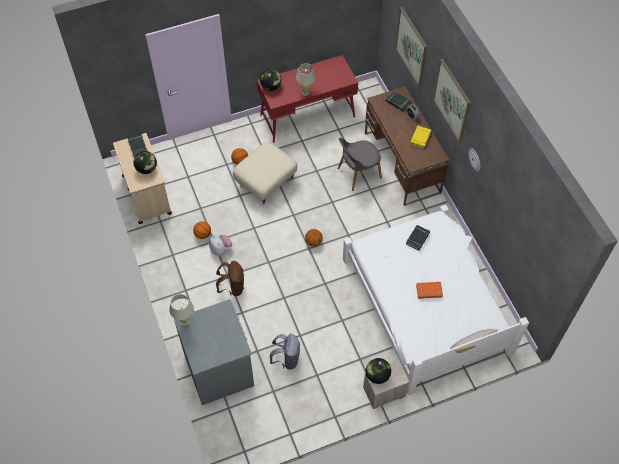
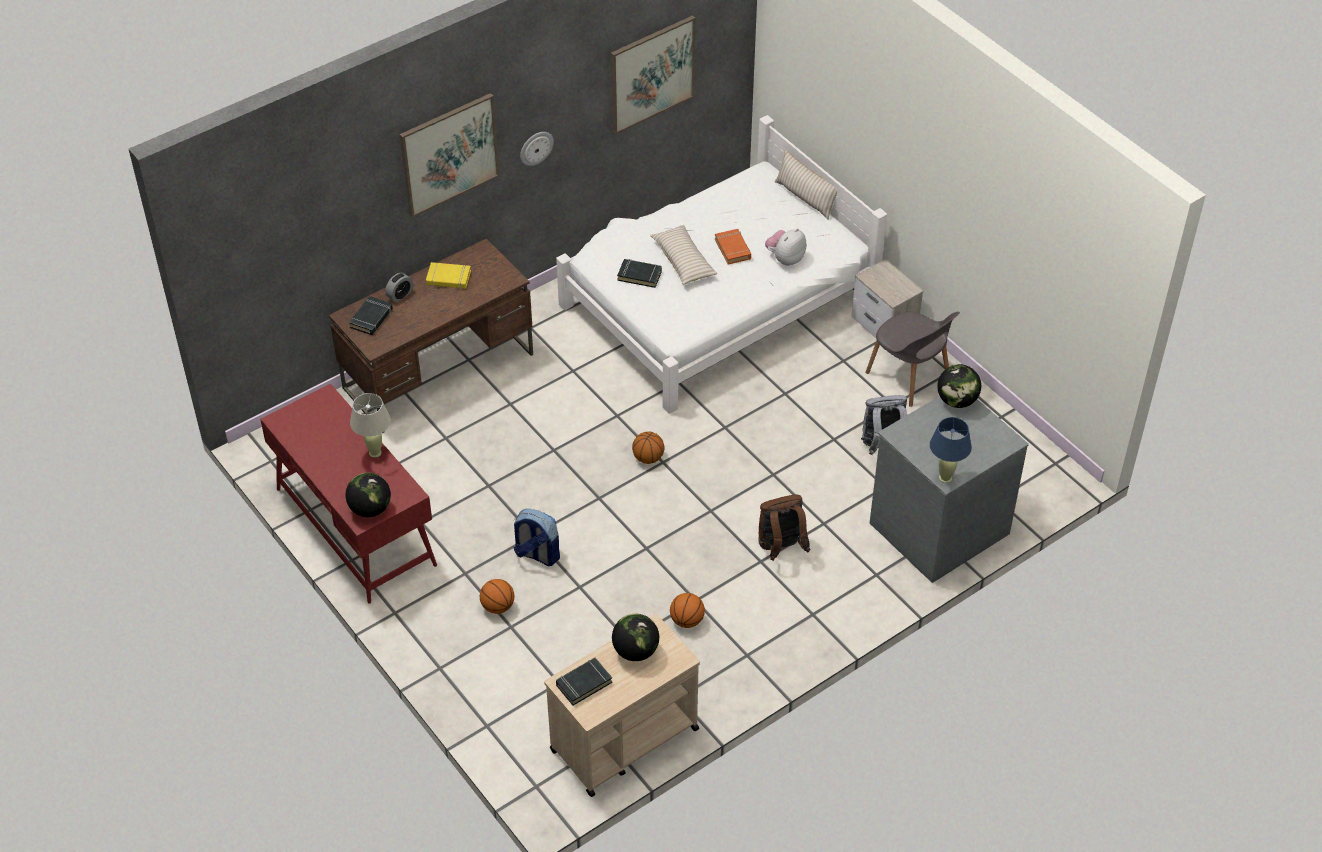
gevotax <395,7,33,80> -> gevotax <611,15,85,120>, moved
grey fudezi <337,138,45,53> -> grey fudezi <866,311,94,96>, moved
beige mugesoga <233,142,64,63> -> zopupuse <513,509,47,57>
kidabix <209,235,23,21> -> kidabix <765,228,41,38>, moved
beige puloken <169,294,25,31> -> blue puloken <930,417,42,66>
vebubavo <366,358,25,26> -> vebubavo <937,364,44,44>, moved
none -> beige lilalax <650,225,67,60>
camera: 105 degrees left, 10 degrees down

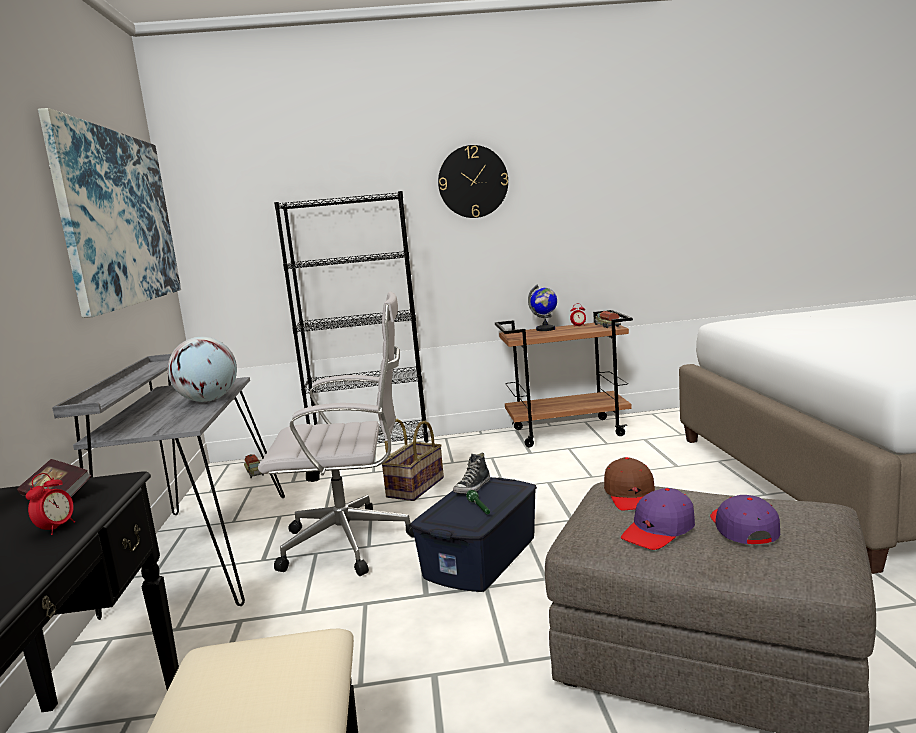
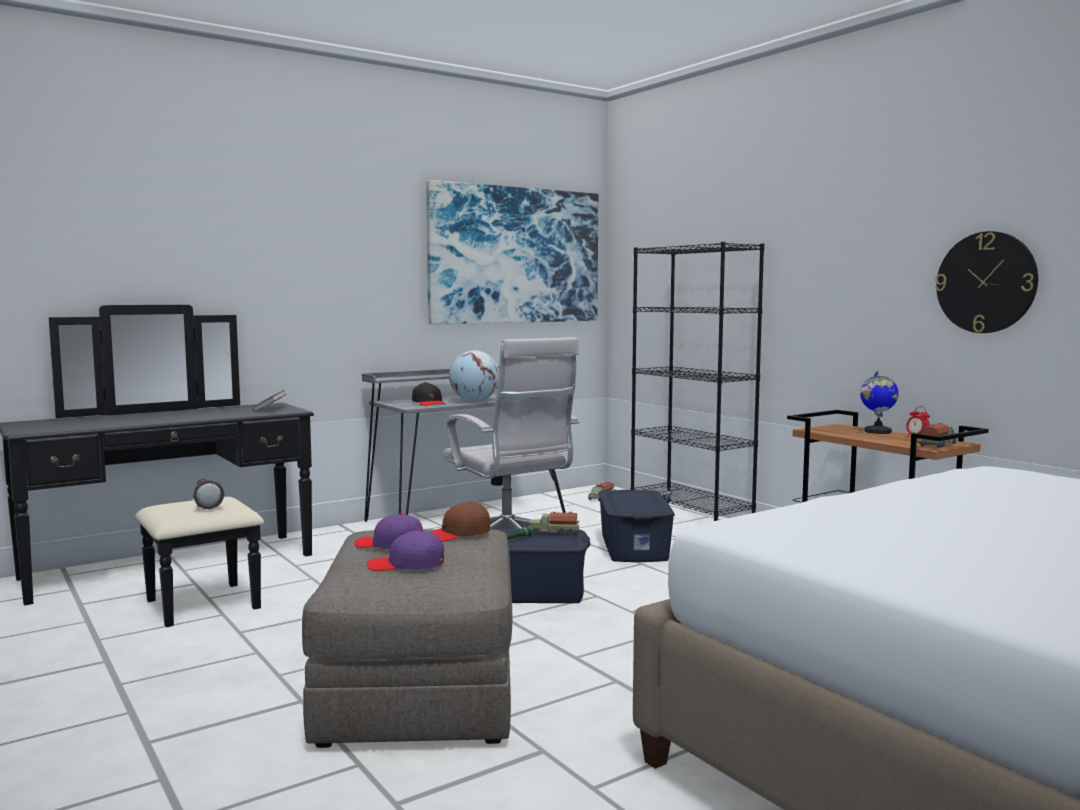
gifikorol <438,145,70,73> -> gifikorol <935,231,103,102>, moved
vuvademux <381,419,63,82> -> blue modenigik <599,490,76,72>
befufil <453,453,37,41> -> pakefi <530,512,49,23>
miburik <26,473,49,62> -> none
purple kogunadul <710,495,70,49> -> purple kogunadul <367,530,77,41>, 150 degrees counterclockwise
none -> black kogunadul <412,382,33,24>
none -> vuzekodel <193,479,32,30>
camera: 60 degrees right, 5 degrees down

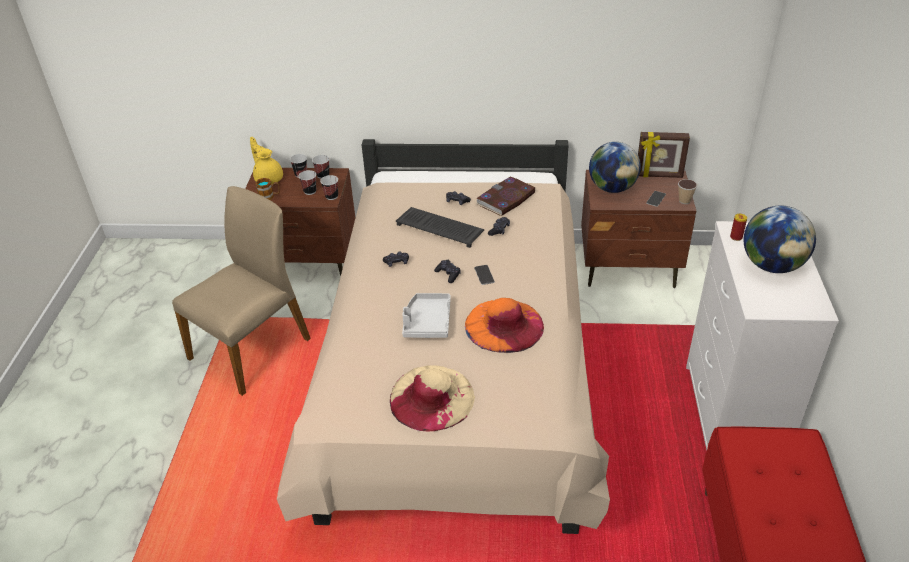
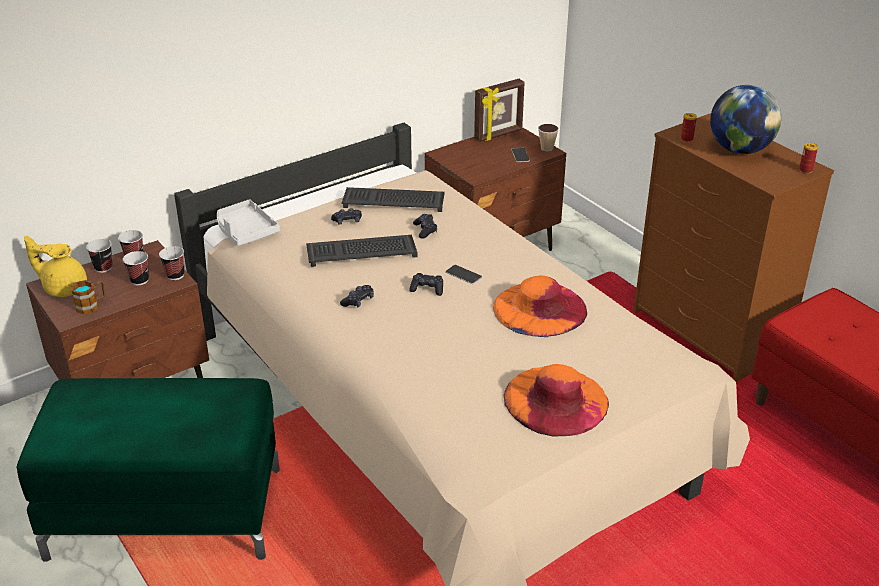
vebubavo <589,142,52,51> -> none
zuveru <476,176,60,40> -> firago <341,187,104,25>
beige fudezi <172,186,139,210> -> green mugesoga <17,378,263,184>
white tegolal <686,221,153,229> -> brown tegolal <633,113,201,269>
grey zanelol <402,293,49,45> -> grey zanelol <217,199,63,47>, moved
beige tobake <390,365,85,67> -> orange tobake <504,364,105,72>
none -> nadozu <799,143,19,30>
camera: 40 degrees left, 5 degrees down

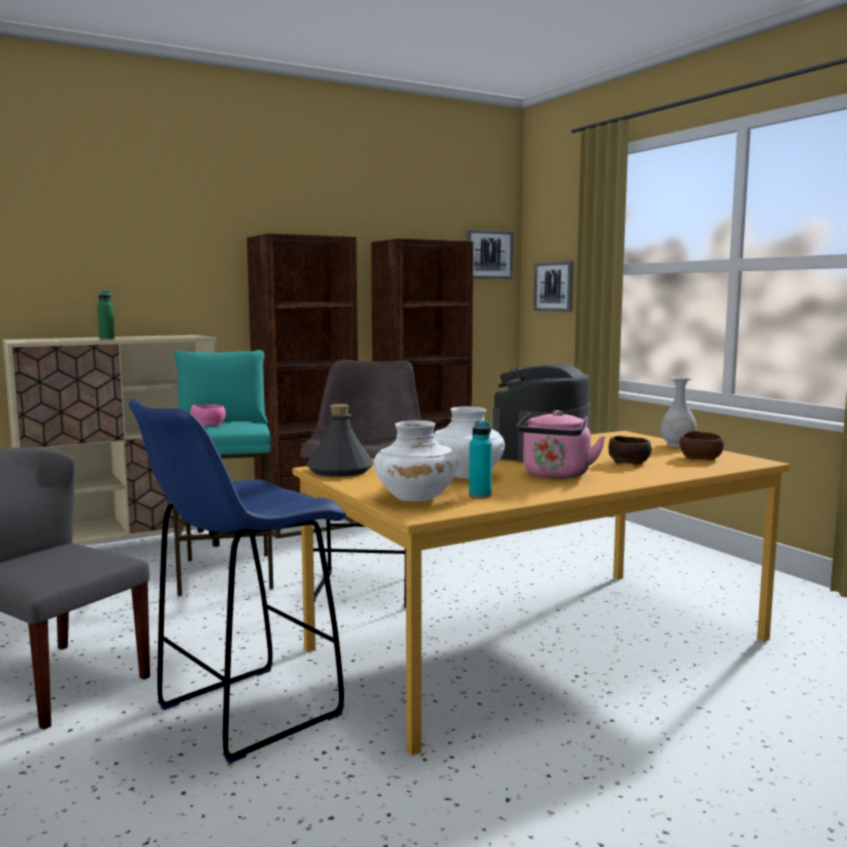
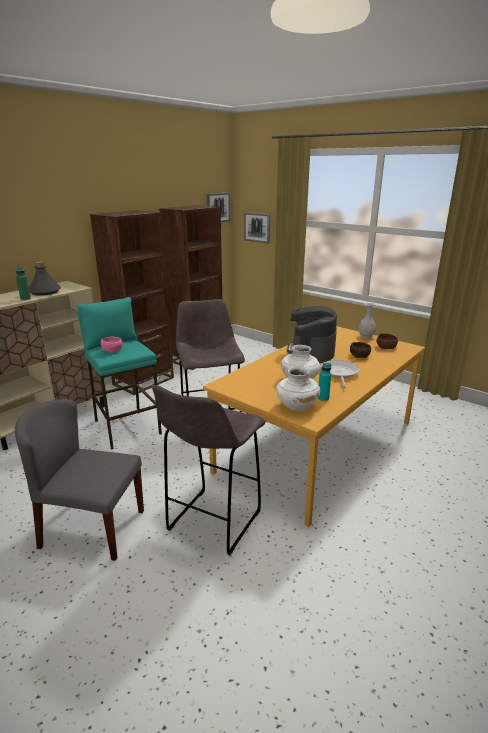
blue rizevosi <129,399,217,365> -> grey rizevosi <152,385,114,170>
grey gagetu <306,404,68,73> -> grey gagetu <29,261,32,35>, moved
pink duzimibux <517,410,89,69> -> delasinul <320,360,40,28>
camera: 20 degrees left, 15 degrees up

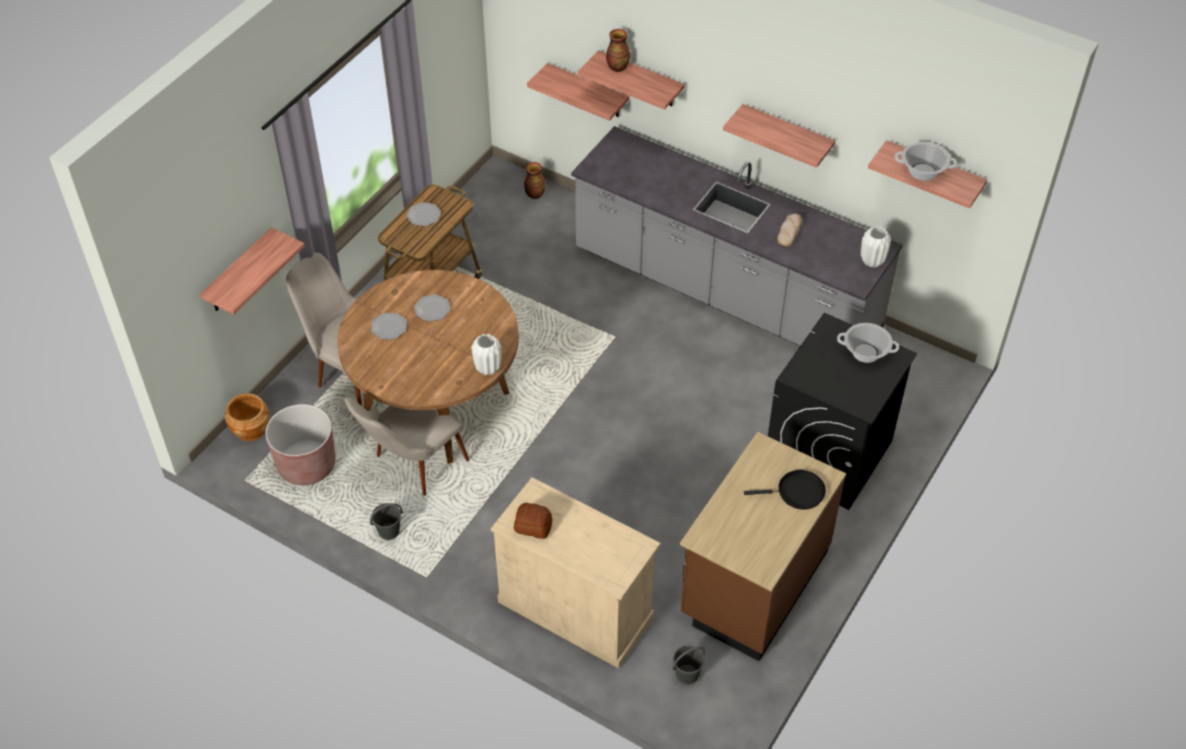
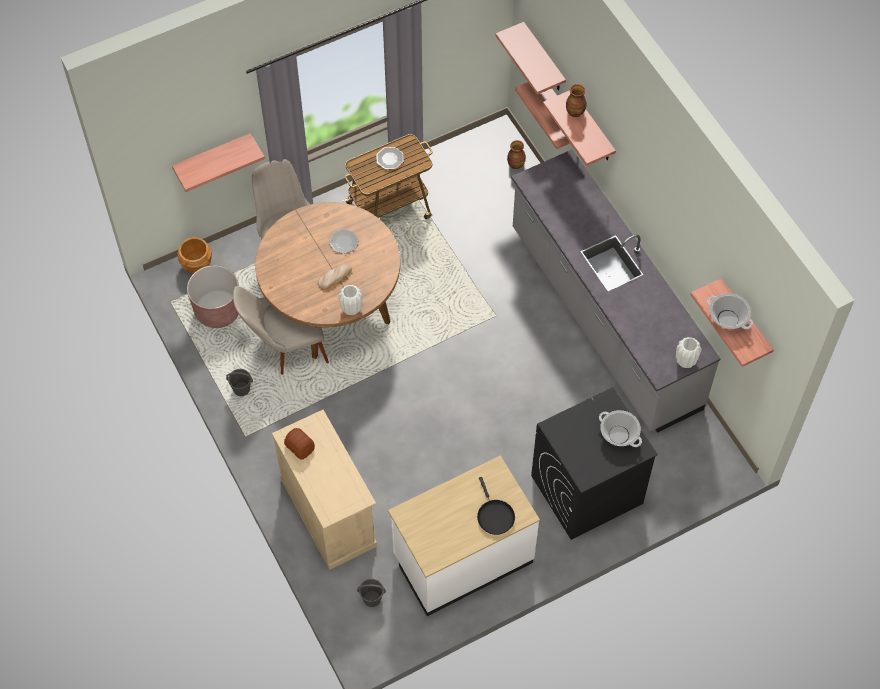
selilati <723,104,113,64> -> selilati <495,22,71,73>, moved
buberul <777,213,25,33> -> buberul <318,264,34,26>, moved
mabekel <371,313,36,27> -> none
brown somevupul <680,432,166,229> -> white somevupul <388,455,152,161>
black delasinul <744,470,82,39> -> black delasinul <477,477,38,58>, 45 degrees clockwise
camera: 30 degrees right, 10 degrees up

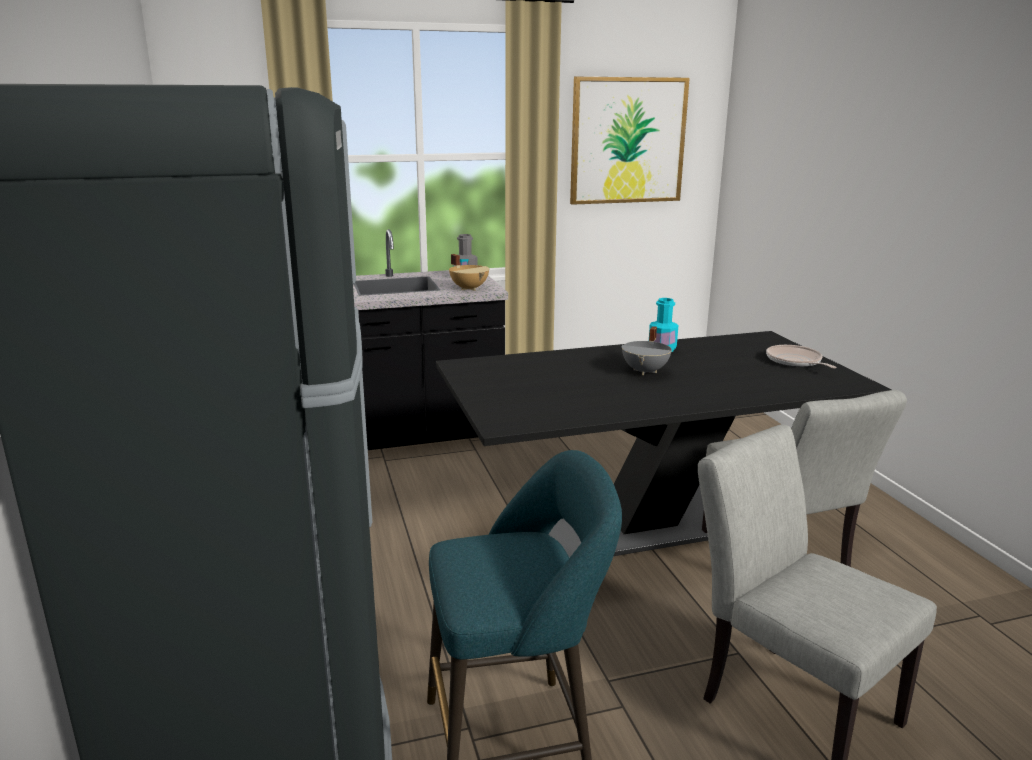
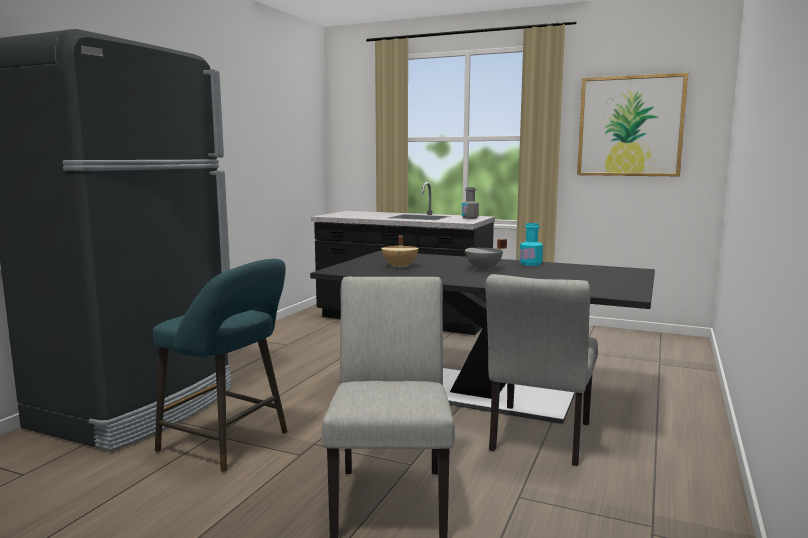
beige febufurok <449,254,40,37> -> beige febufurok <381,236,38,32>, moved
delasinul <766,345,71,23> -> none
camera: 40 degrees right, 10 degrees down

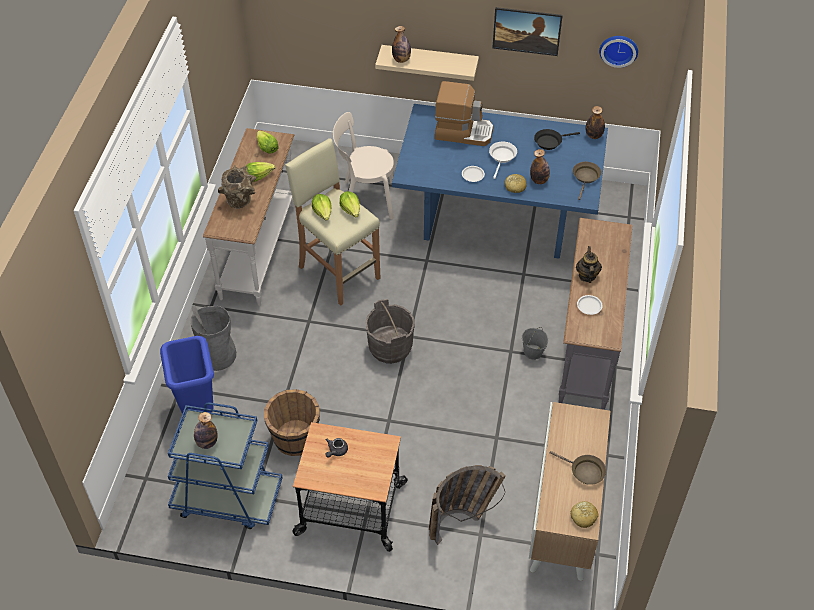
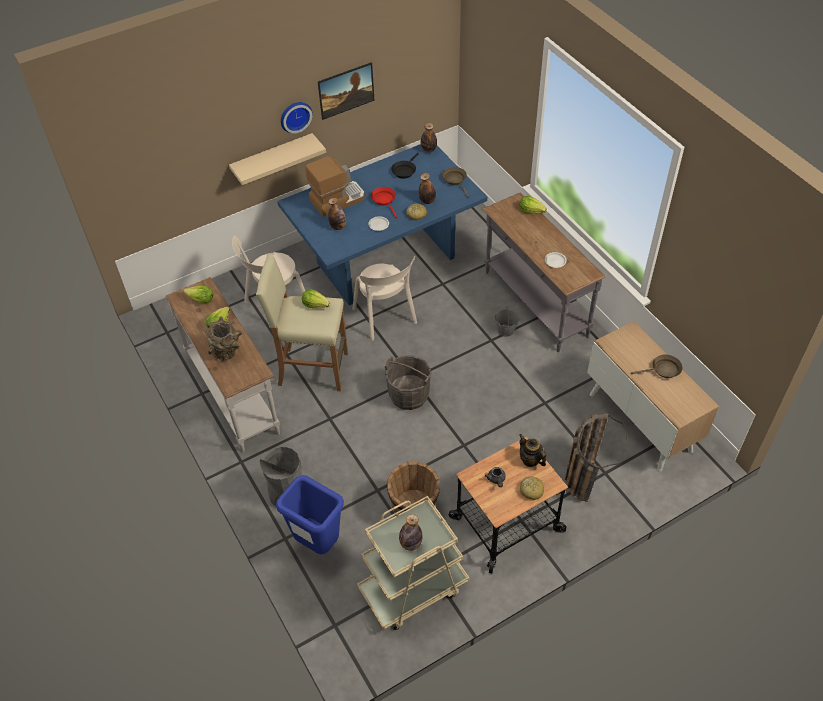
gagetu <392,26,19,37> -> gagetu <328,198,18,32>, moved
gifikorol <599,36,39,32> -> gifikorol <281,102,32,31>, moved
white delasinul <489,142,28,37> -> red delasinul <371,187,26,31>
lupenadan <312,194,20,27> -> lupenadan <519,196,28,18>, moved
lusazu <576,246,26,37> -> lusazu <519,434,27,33>, moved
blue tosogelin <168,402,115,127> -> beige tosogelin <357,496,112,134>
buberul <570,501,29,27> -> buberul <520,477,24,23>, moved
none -> beige fudezi <353,256,64,85>
camera: 40 degrees left, 0 degrees up

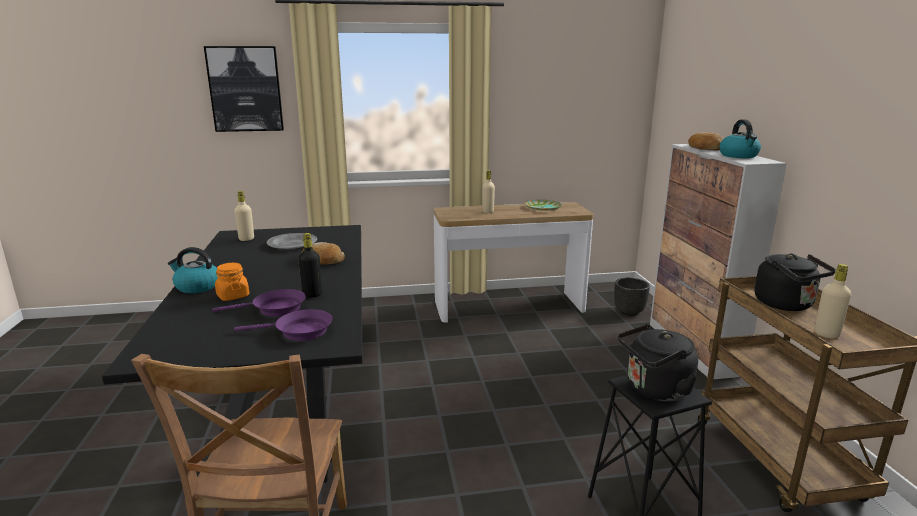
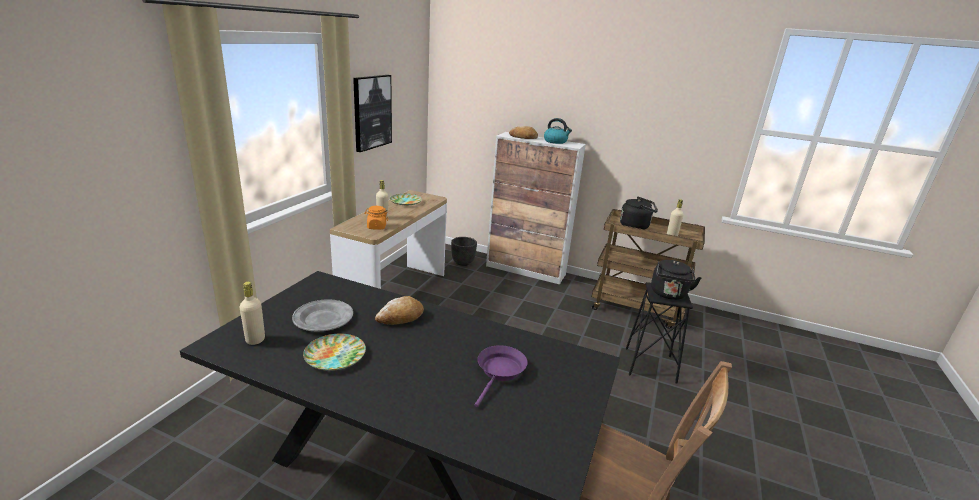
gevotax <204,46,80,86> -> gevotax <353,75,39,77>, moved
black gagetu <298,233,24,65> -> none
duzimibux <168,247,50,46> -> none
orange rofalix <215,263,35,38> -> orange rofalix <364,206,24,24>, moved
purple delasinul <234,309,98,32> -> none
none -> mabekel <303,333,63,38>
camera: 60 degrees left, 5 degrees up

